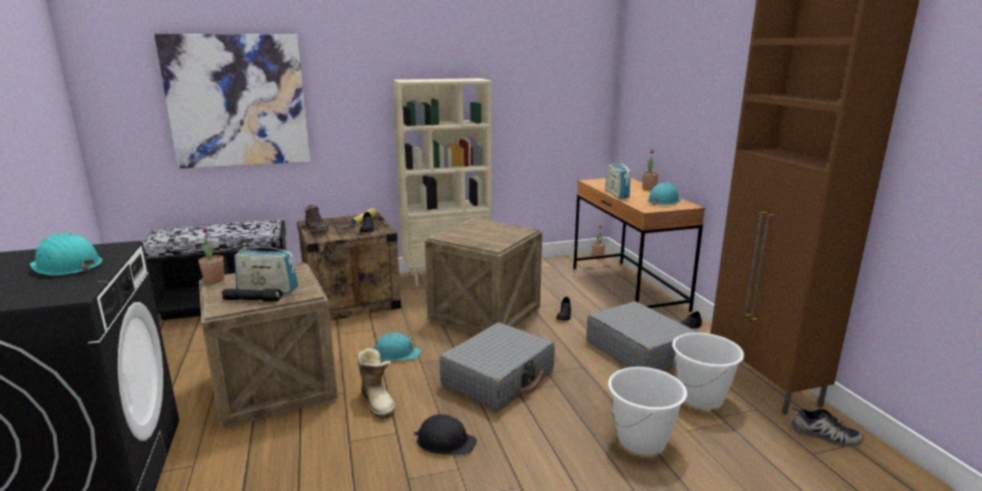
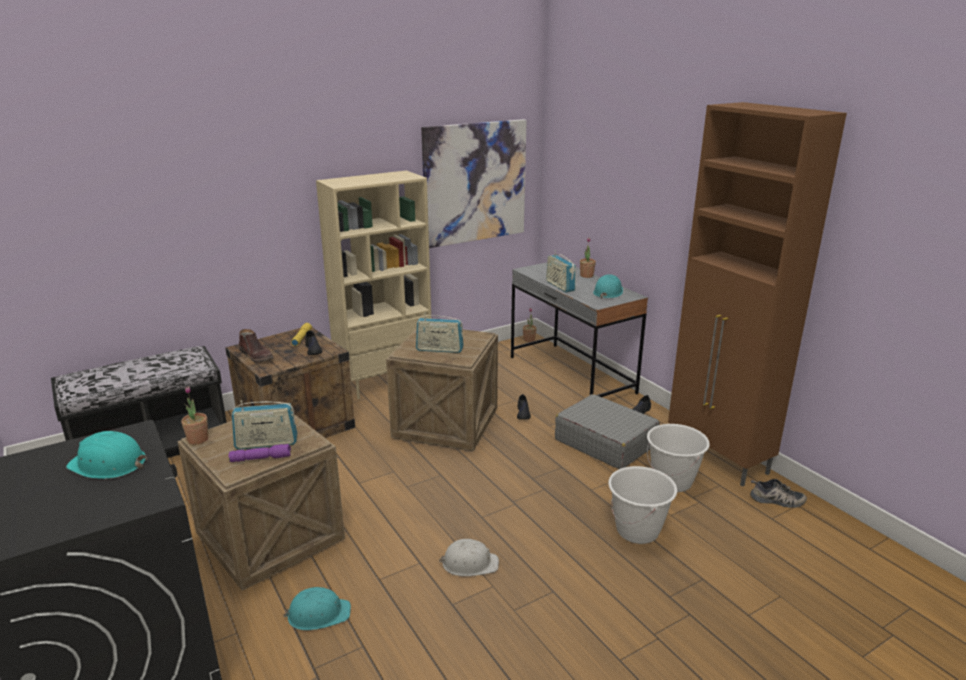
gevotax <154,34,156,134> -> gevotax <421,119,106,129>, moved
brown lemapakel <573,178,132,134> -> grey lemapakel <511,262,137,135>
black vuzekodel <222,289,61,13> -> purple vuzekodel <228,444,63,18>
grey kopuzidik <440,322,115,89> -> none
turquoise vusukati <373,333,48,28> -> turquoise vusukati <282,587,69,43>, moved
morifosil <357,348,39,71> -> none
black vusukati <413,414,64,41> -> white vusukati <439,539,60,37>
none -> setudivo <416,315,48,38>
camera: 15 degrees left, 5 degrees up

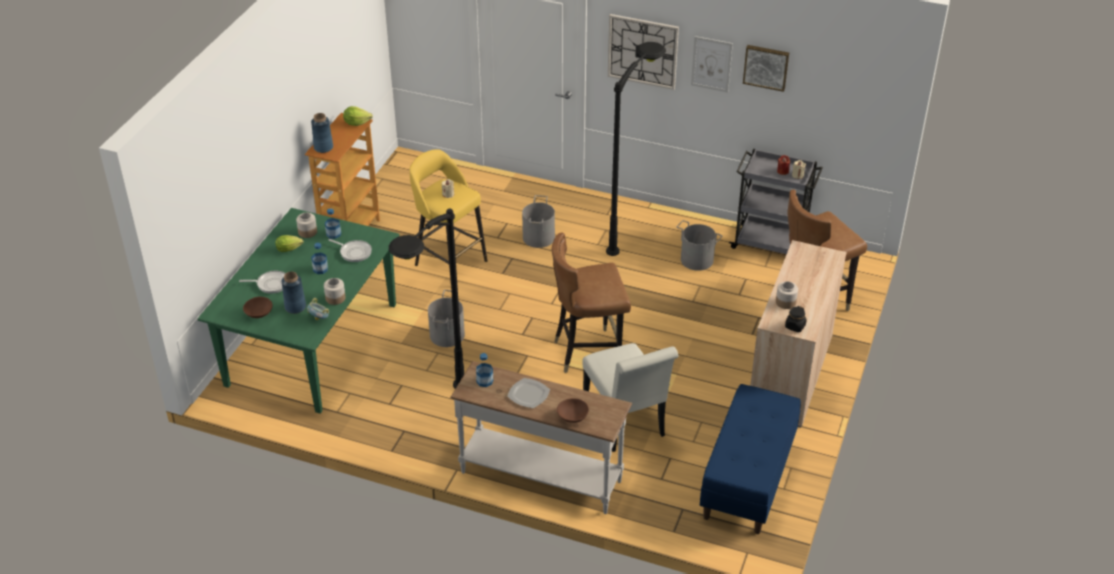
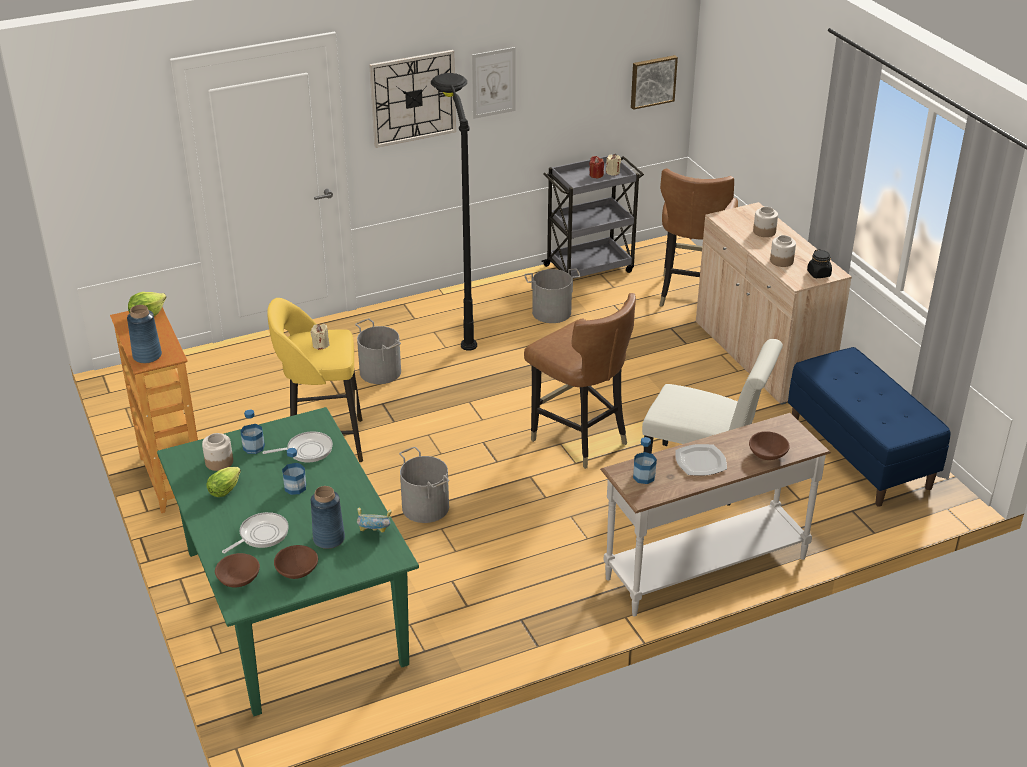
gevotax <743,45,46,47> -> gevotax <631,55,47,55>, moved
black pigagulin <389,209,75,180> -> none
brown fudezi <552,232,79,141> -> brown fudezi <524,293,112,176>, 75 degrees counterclockwise
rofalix <324,278,22,27> -> rofalix <753,207,25,30>, moved
none -> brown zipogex <215,553,45,35>
camera: 45 degrees left, 5 degrees down

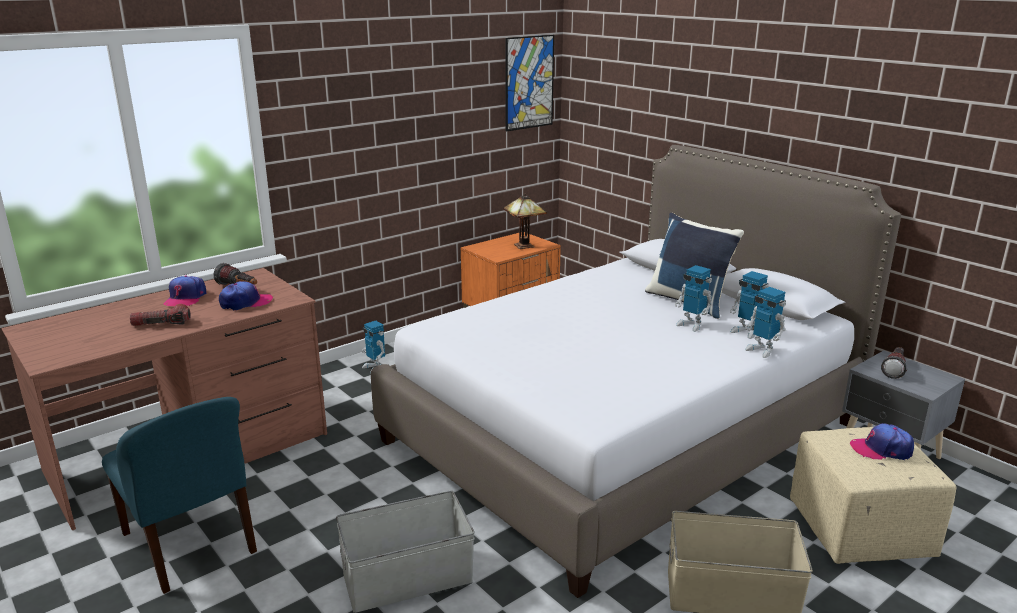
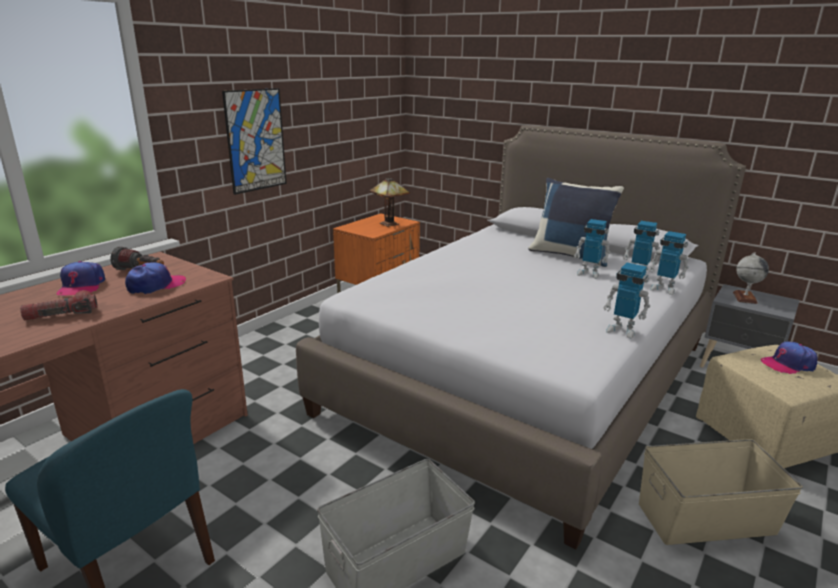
gevotax <505,35,49,97> -> gevotax <222,88,65,107>, moved
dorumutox <362,321,23,53> -> dorumutox <603,263,47,76>, moved
vuzekodel <881,347,26,32> -> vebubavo <733,253,36,51>
camera: 15 degrees left, 0 degrees up

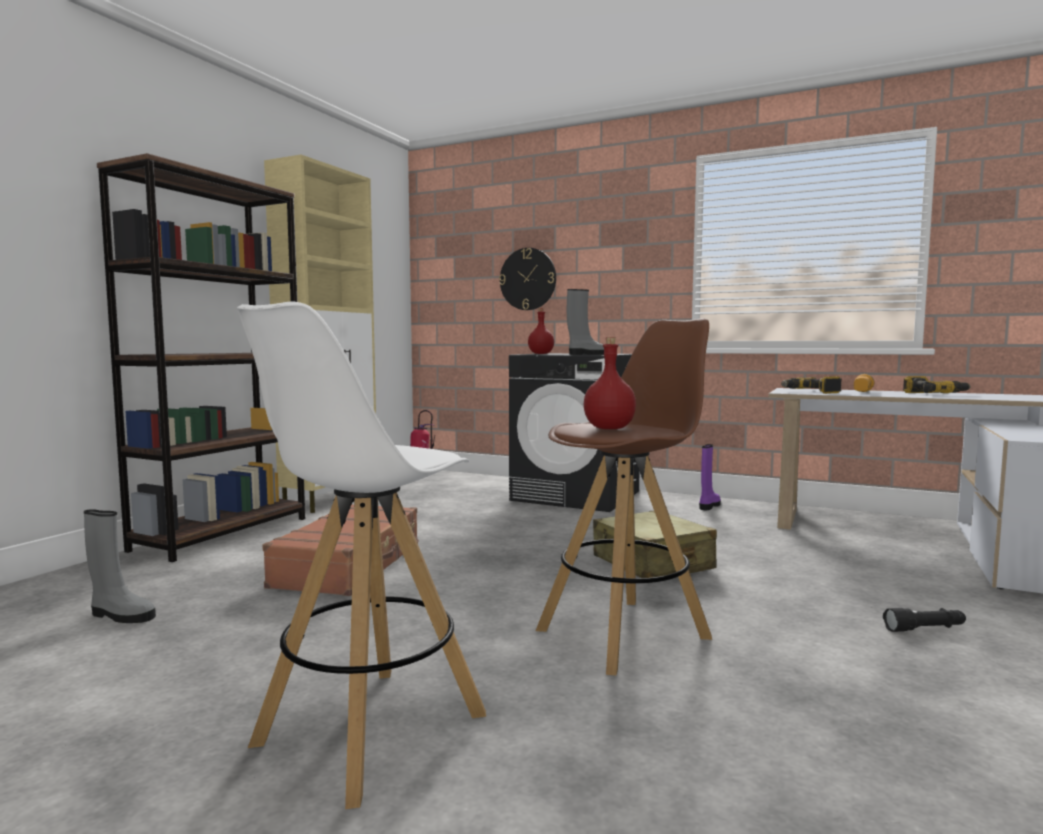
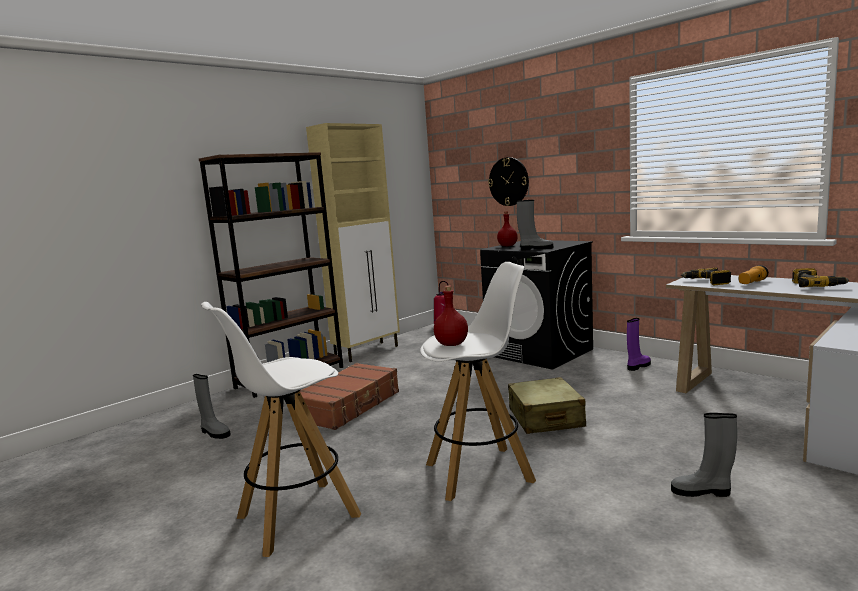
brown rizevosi <536,318,176,357> -> white rizevosi <420,262,116,239>
black vuzekodel <883,608,83,24> -> grey morifosil <671,413,66,84>
camera: 20 degrees right, 5 degrees up

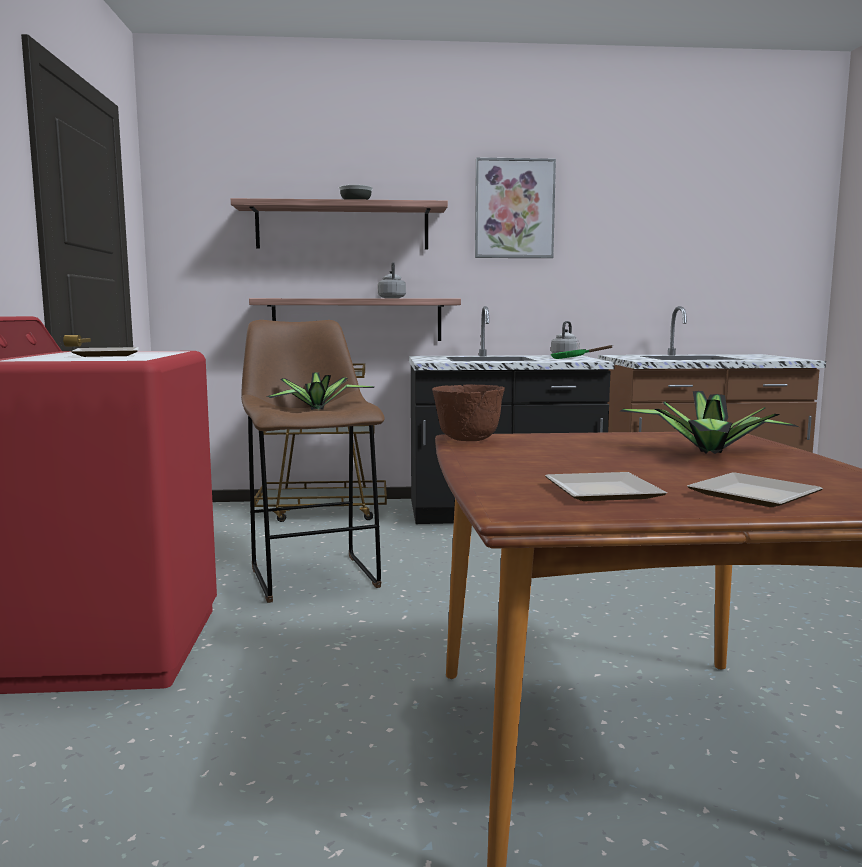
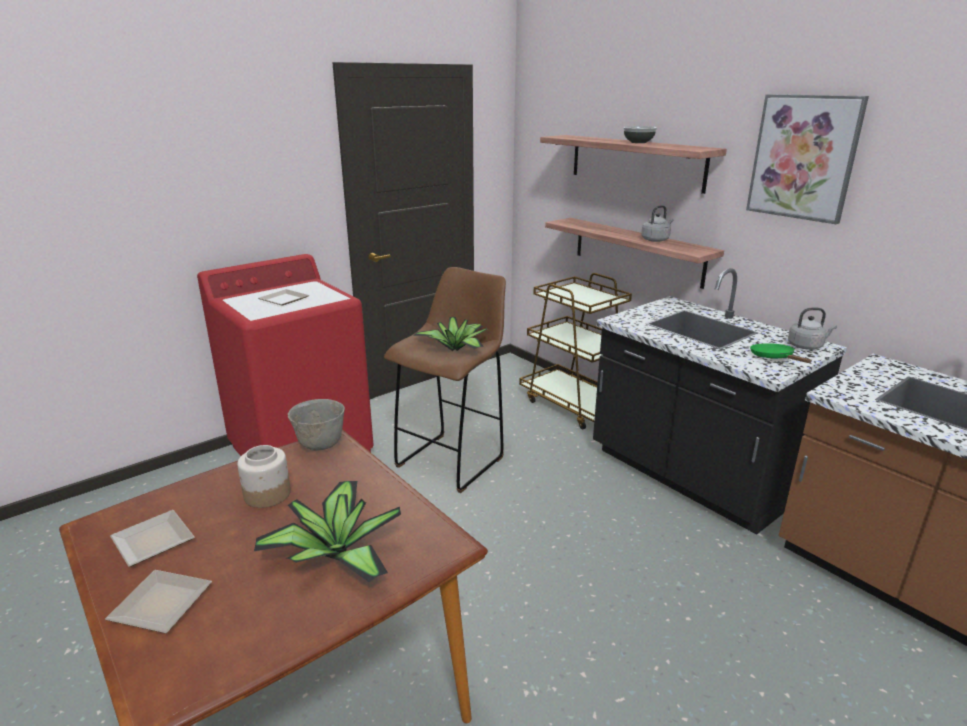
brown zipogex <432,385,73,56> -> grey zipogex <288,399,57,52>
none -> rofalix <237,445,54,63>
camera: 55 degrees right, 15 degrees up

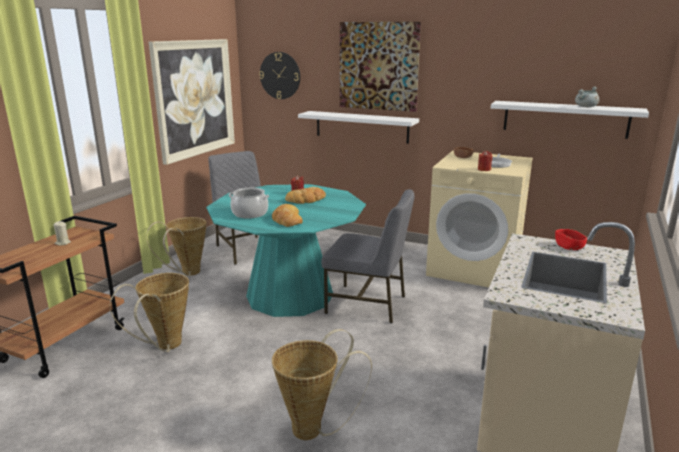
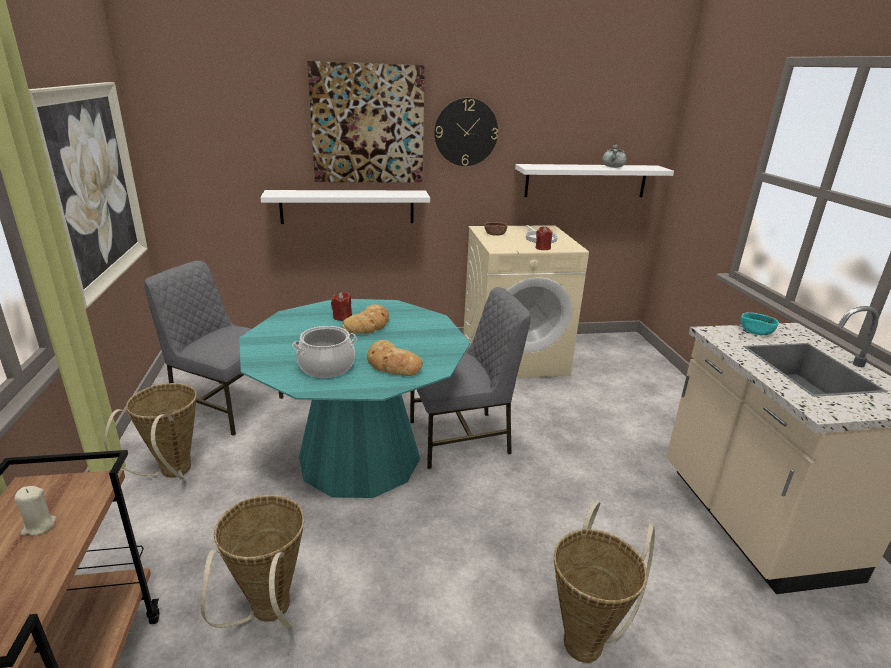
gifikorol <259,52,41,47> -> gifikorol <434,98,64,68>, moved
red zipogex <555,229,32,21> -> turquoise zipogex <741,312,38,23>
camera: 35 degrees left, 5 degrees up

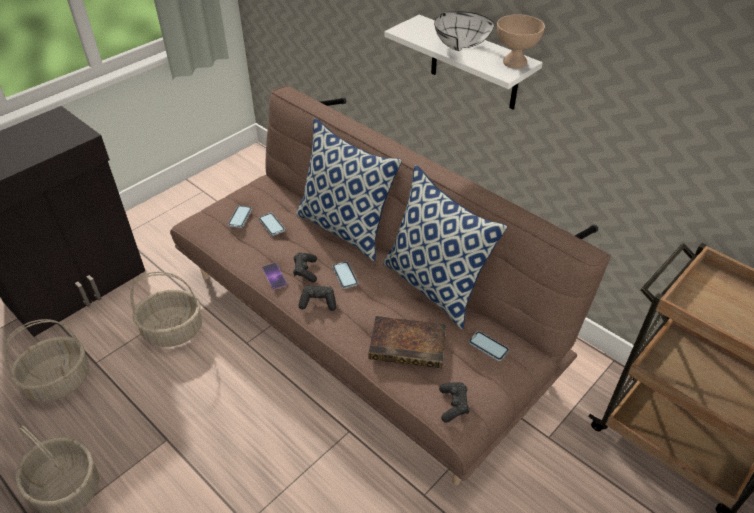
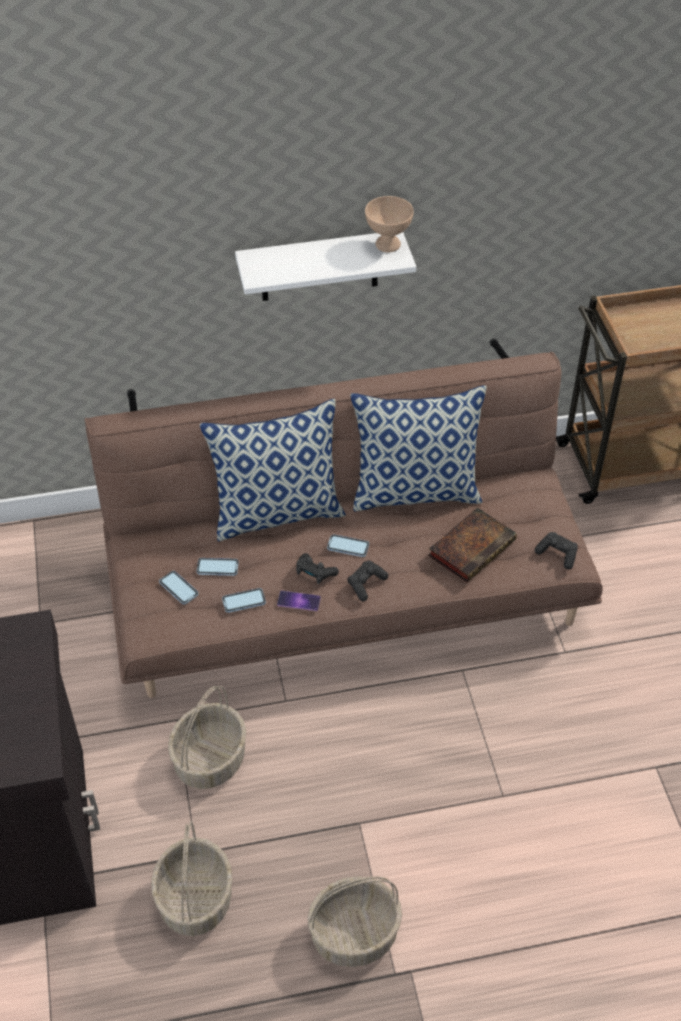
white zipogex <434,12,60,39> -> none
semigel <469,331,40,30> -> semigel <222,588,44,25>, moved
camera: 55 degrees left, 5 degrees up

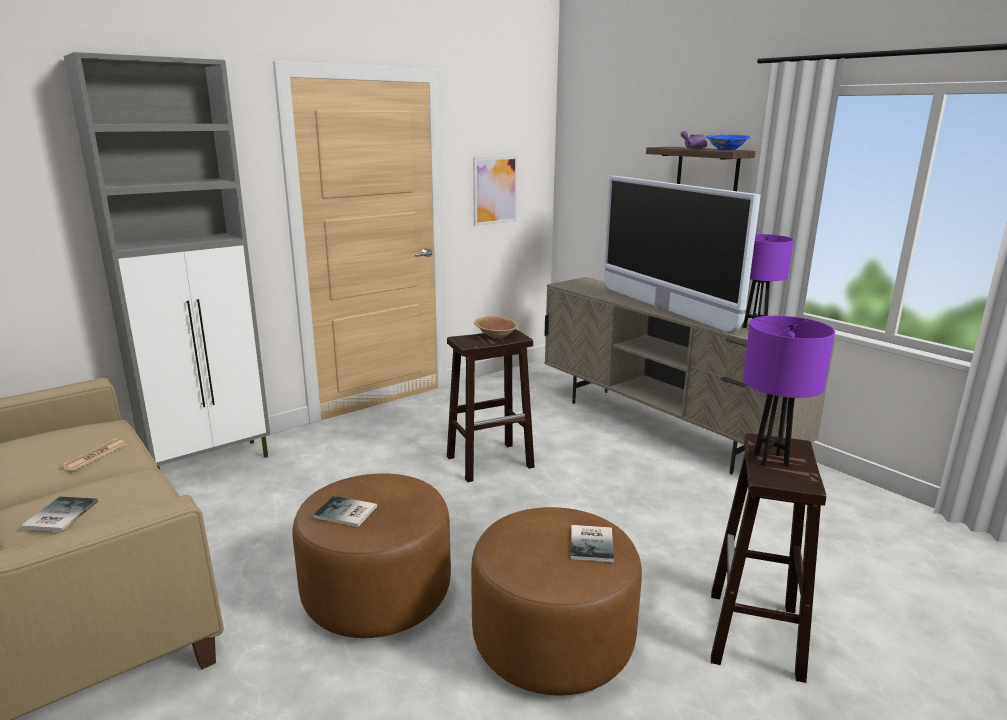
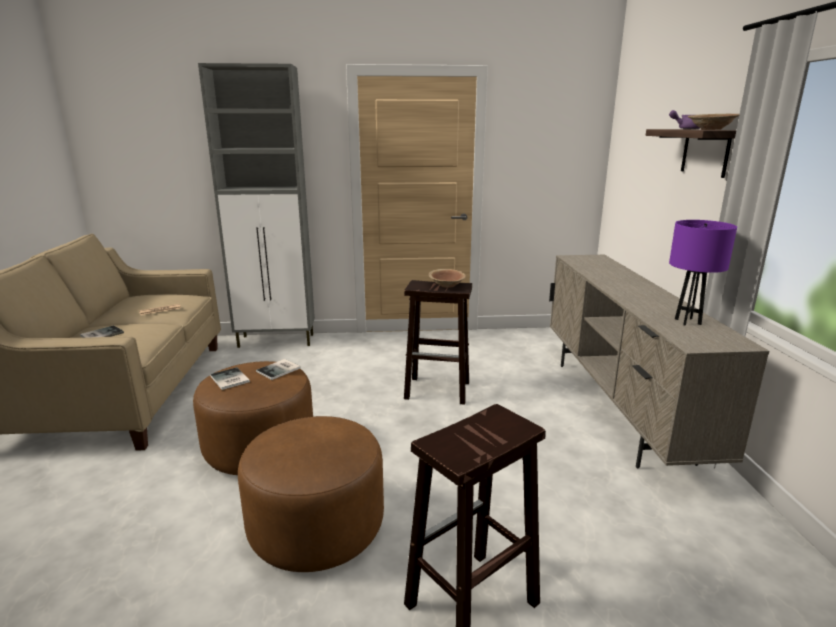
blue zipogex <706,134,44,16> -> brown zipogex <688,114,52,16>
gevotax <473,156,45,70> -> none
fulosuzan <604,176,157,157> -> none
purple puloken <743,316,92,151> -> none
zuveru <570,525,44,37> -> zuveru <256,359,45,21>, moved
camera: 35 degrees right, 0 degrees up

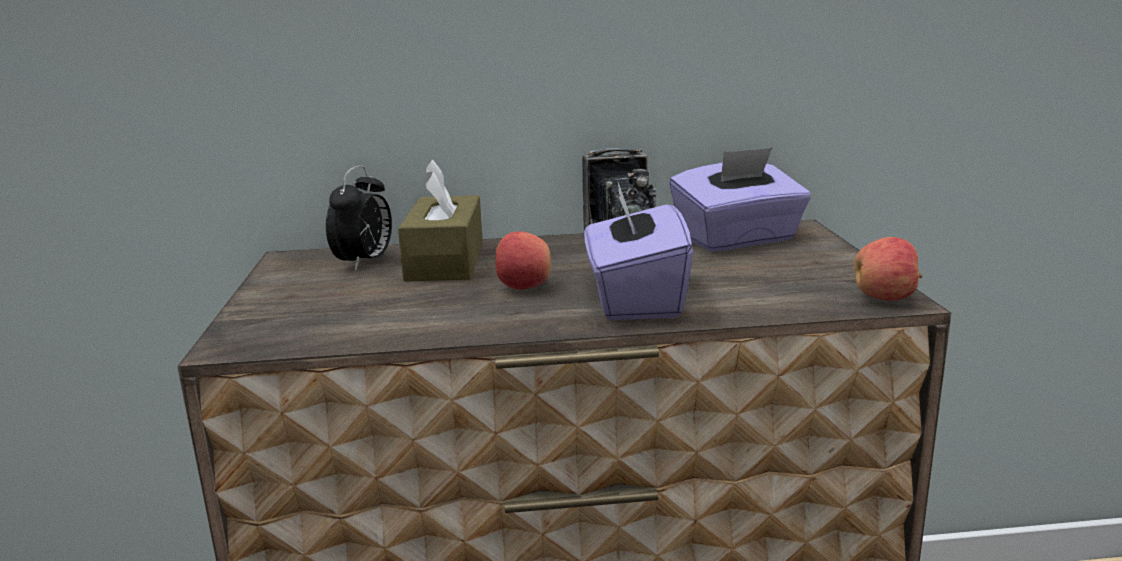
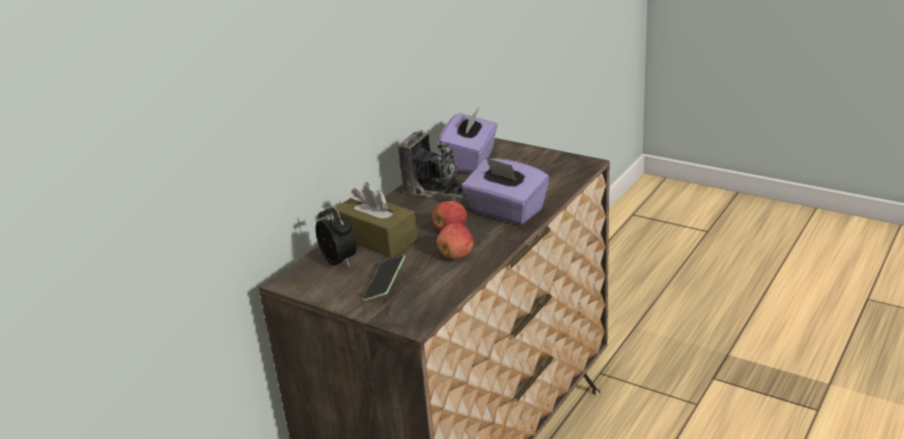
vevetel <854,237,69,64> -> vevetel <437,223,36,36>, moved
none -> semigel <363,255,42,46>
camera: 50 degrees left, 10 degrees up

